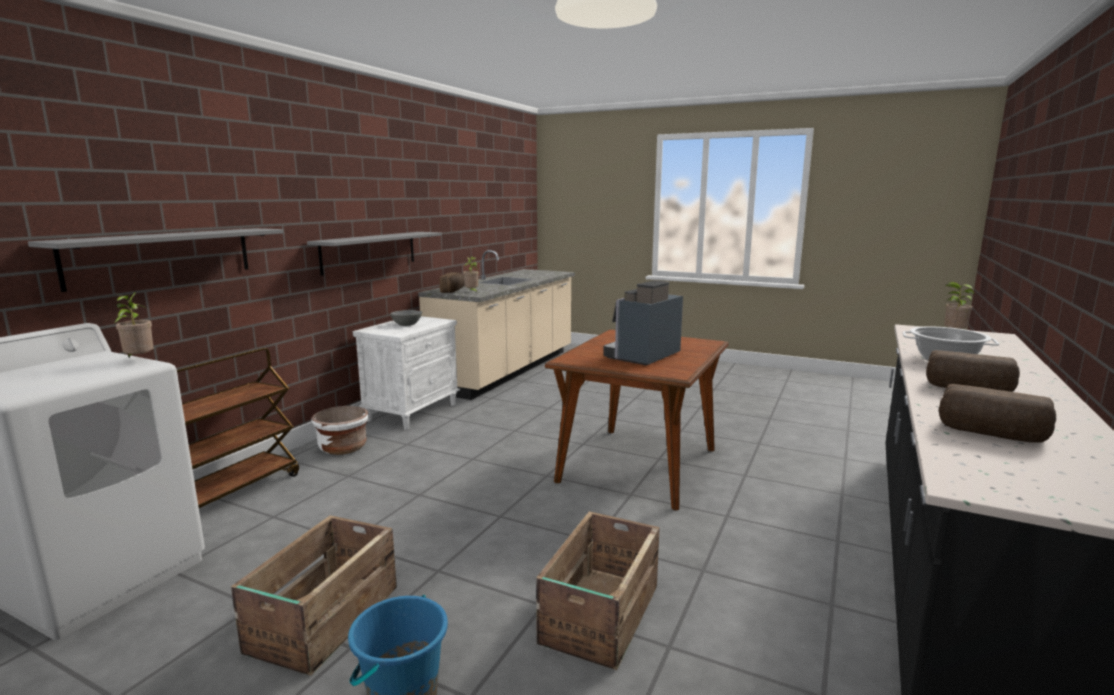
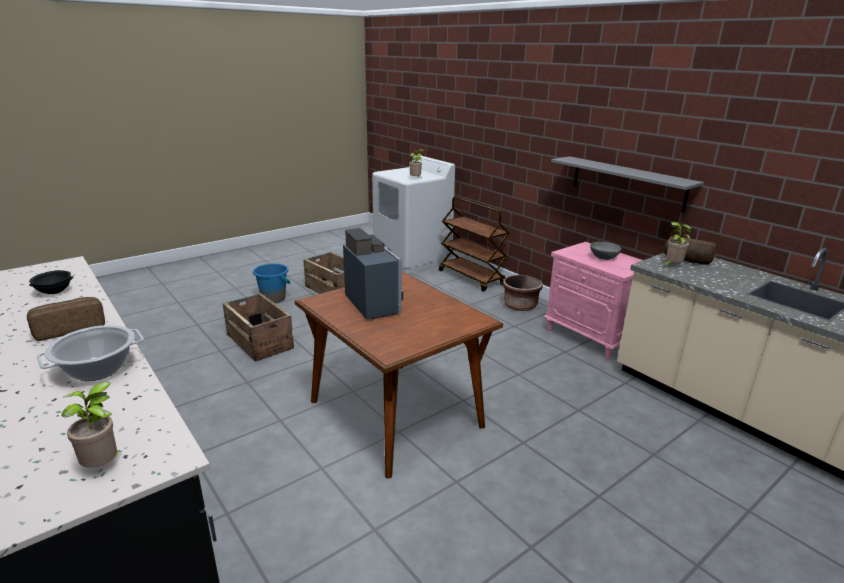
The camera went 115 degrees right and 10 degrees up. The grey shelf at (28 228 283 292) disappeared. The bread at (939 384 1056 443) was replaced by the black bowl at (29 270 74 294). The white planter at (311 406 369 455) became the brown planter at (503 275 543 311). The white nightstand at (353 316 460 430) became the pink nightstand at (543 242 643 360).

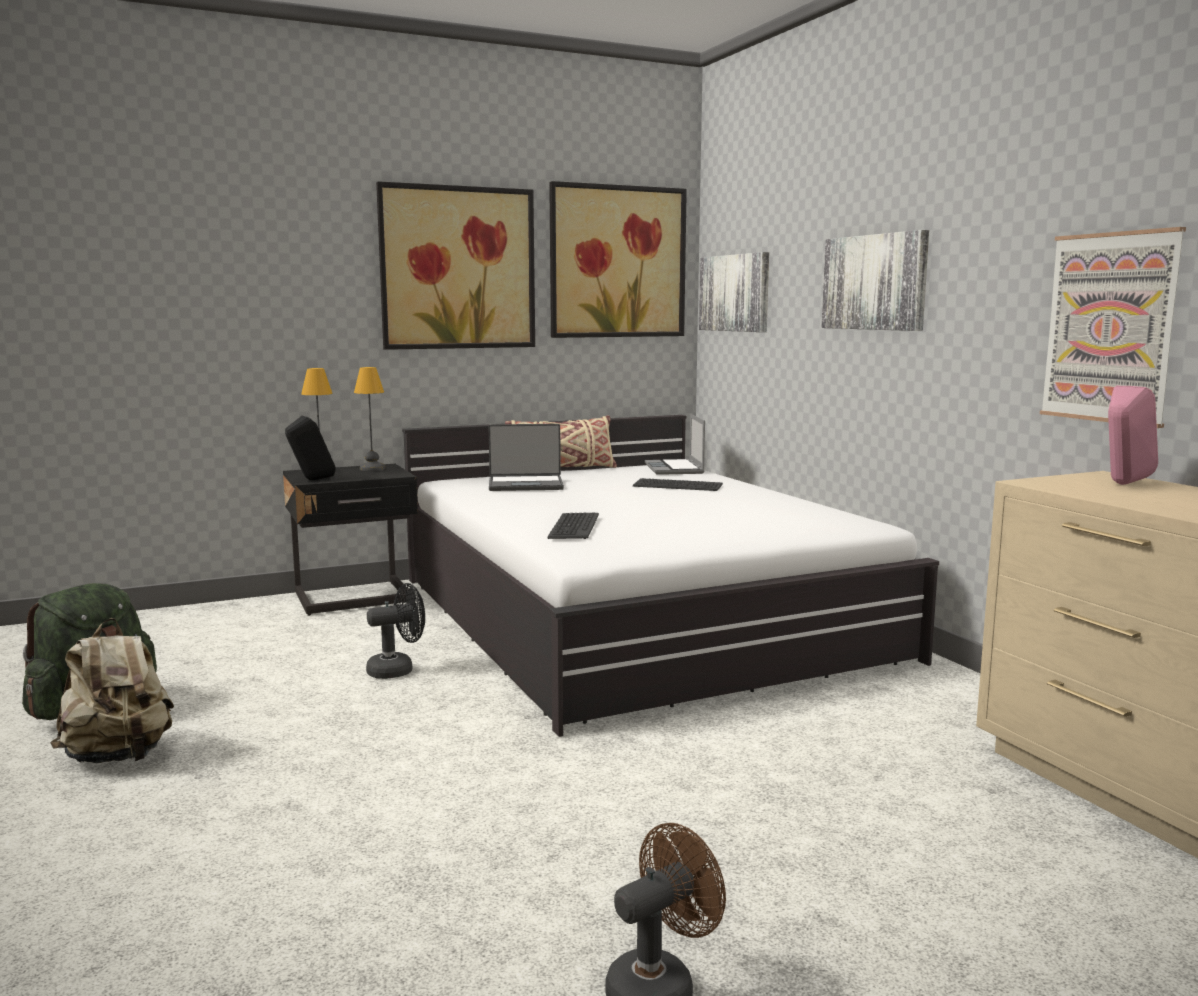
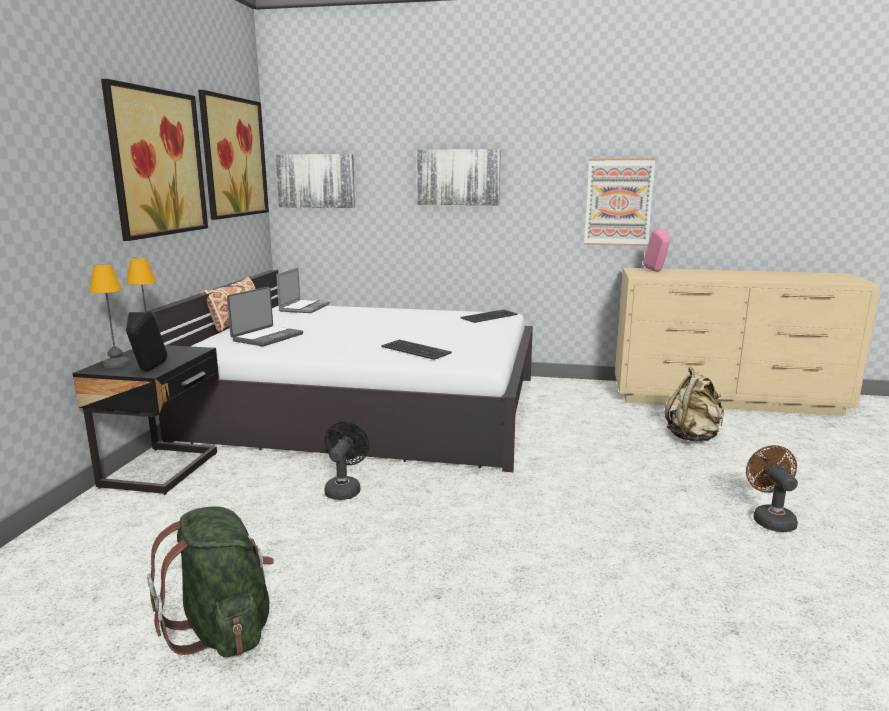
The camera went 55 degrees left and 5 degrees up. The beige backpack moved from (50 618 174 763) to (665 367 724 442). The keyboard moved from (633 478 723 491) to (461 309 518 323). The laptop at (645 413 705 475) turned 105 degrees counterclockwise.

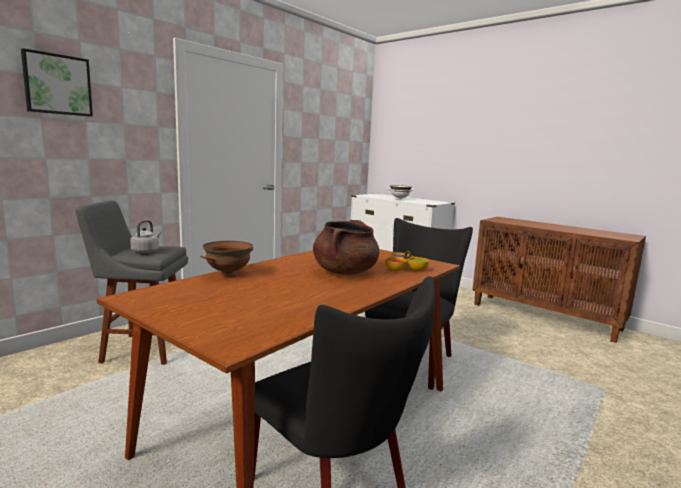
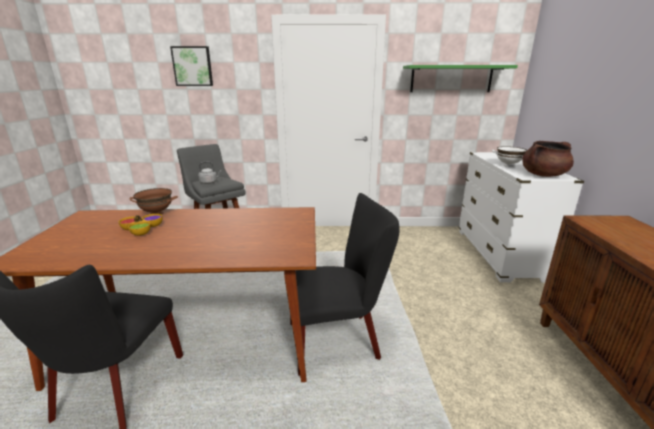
The camera went 50 degrees right and 10 degrees up. The green shelf at (403 65 518 92) appeared. The brown cooking pot moved from (313 220 379 275) to (522 141 574 177). The bowl moved from (385 251 429 271) to (119 214 162 236).

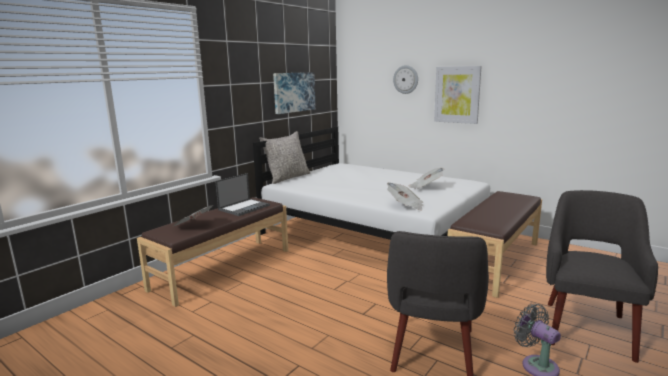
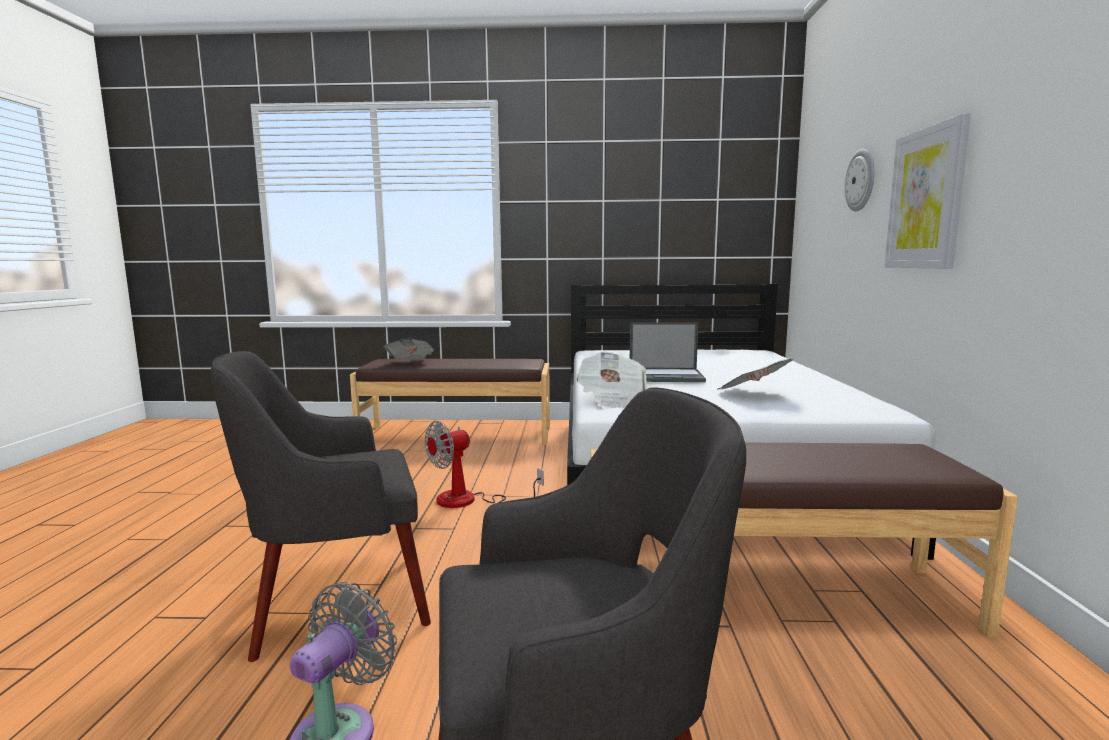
The camera went 55 degrees right and 5 degrees down. The grey pillow at (259 131 310 184) disappeared. The picture at (273 72 315 114) disappeared. The fan at (425 421 544 508) appeared. The laptop moved from (215 173 270 216) to (630 322 706 382).

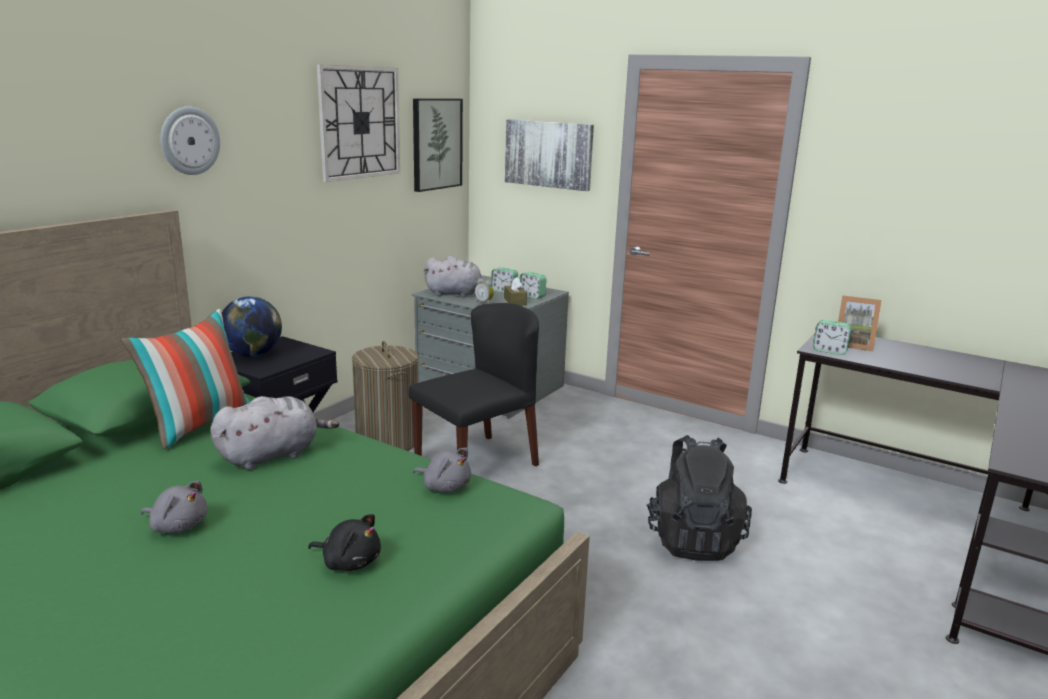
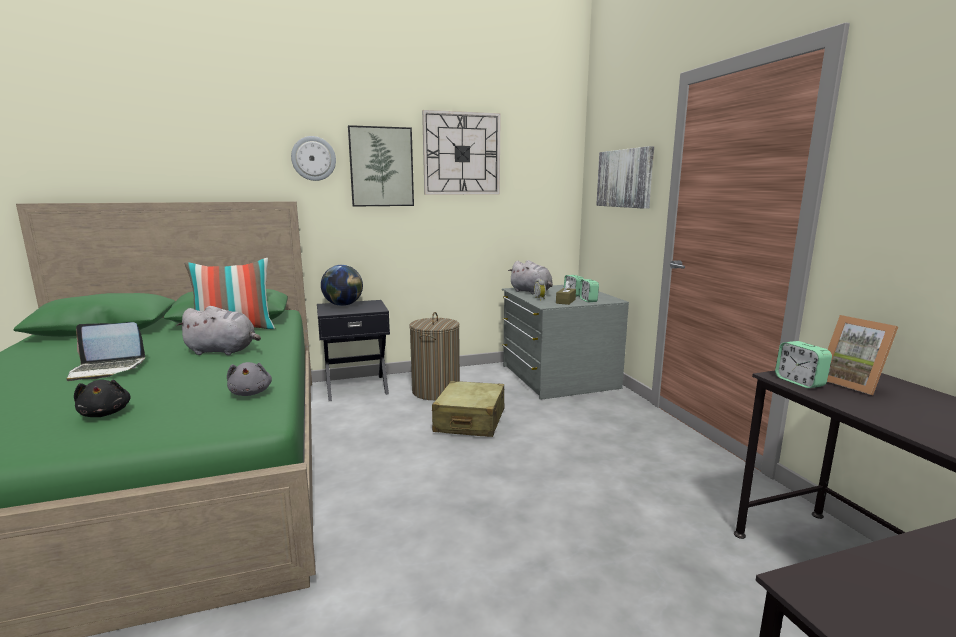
The camera went 40 degrees right and 5 degrees down. The black backpack at (647 435 752 561) disappeared. The picture moved from (413 99 463 192) to (348 125 414 207). The grey plush toy at (141 480 207 533) was replaced by the laptop at (66 322 145 381). The black chair at (408 303 539 467) was replaced by the beige suitcase at (432 381 505 437).

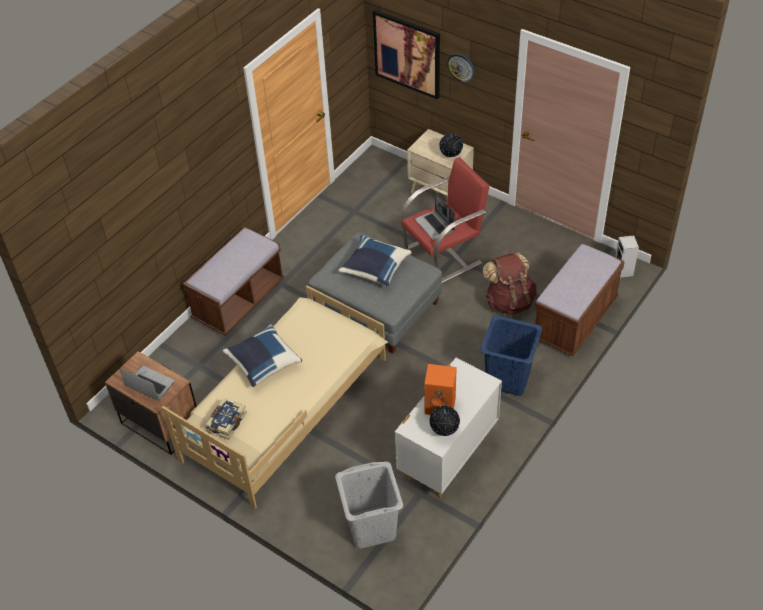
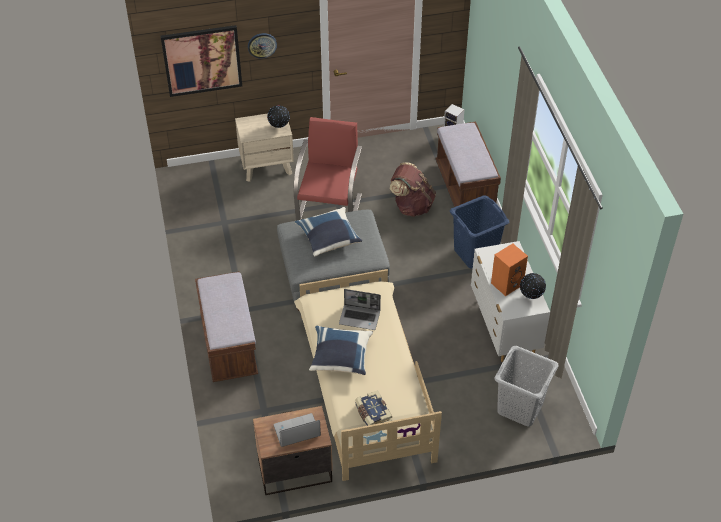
The camera went 50 degrees left and 0 degrees up. The laptop moved from (415 193 455 240) to (339 289 381 330).

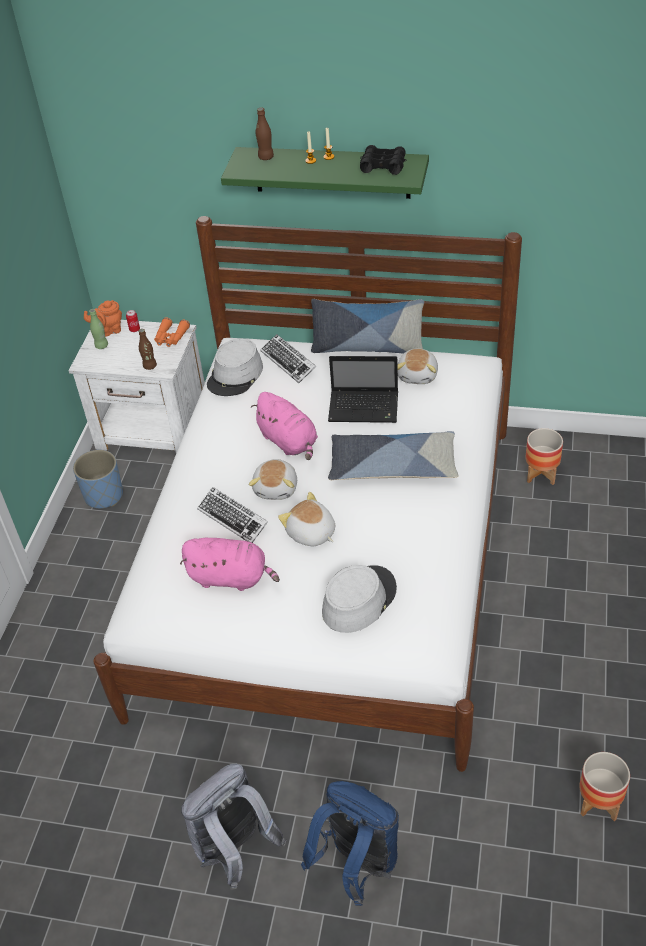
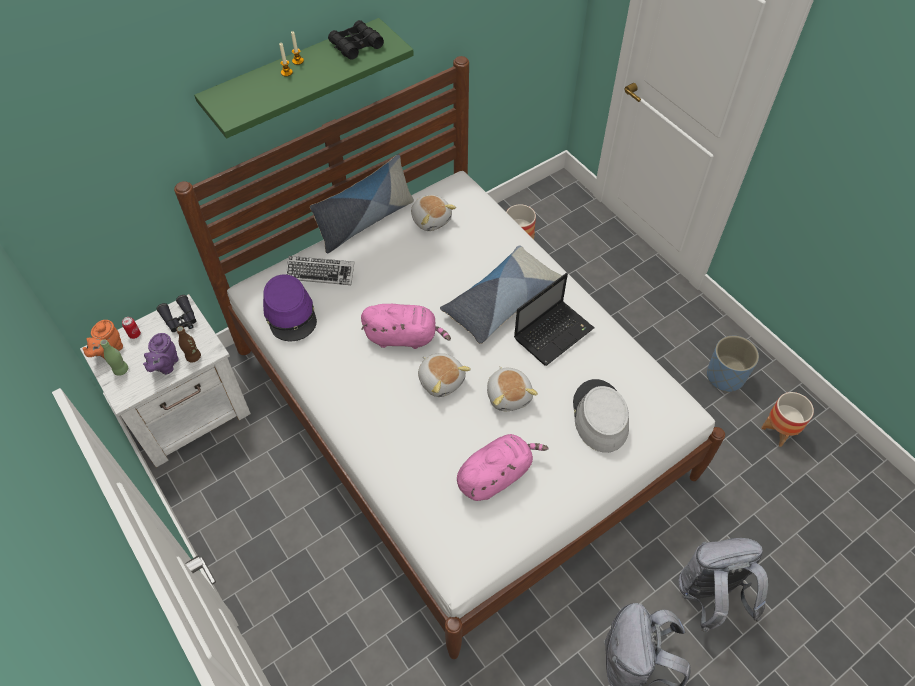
The camera went 50 degrees left and 10 degrees up. The keyboard at (197 487 268 543) disappeared. The brown bottle at (256 107 274 160) disappeared. The purple teapot at (143 333 179 375) appeared. The blue planter moved from (73 450 123 508) to (707 336 759 392). The laptop moved from (328 356 398 423) to (514 273 594 366). The orange binoculars at (154 317 190 347) became the black binoculars at (157 295 196 332). The grey hat at (207 338 263 396) became the purple hat at (263 274 317 341). The blue backpack at (301 781 399 906) became the grey backpack at (679 538 768 632). The plush toy at (278 492 335 546) turned 105 degrees counterclockwise.

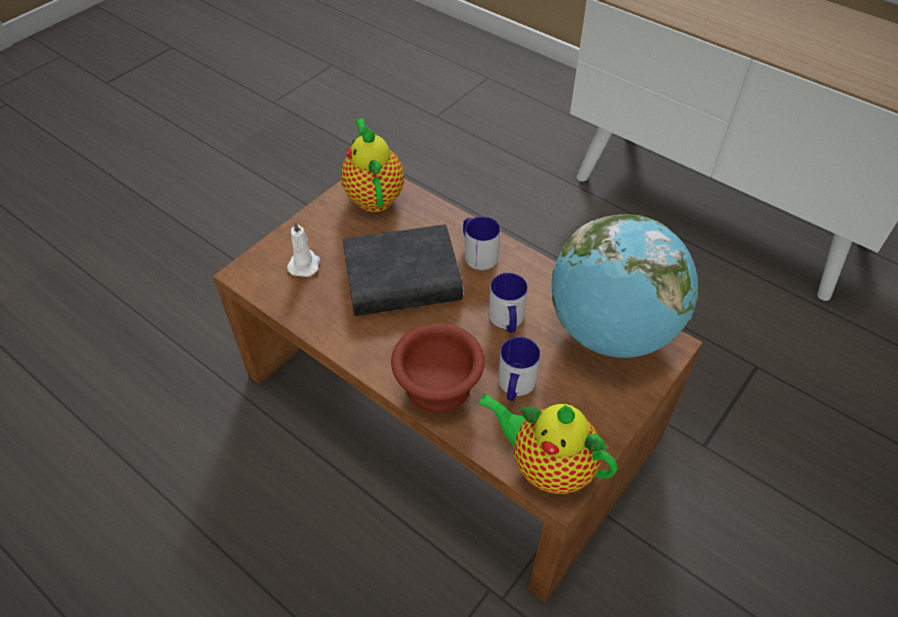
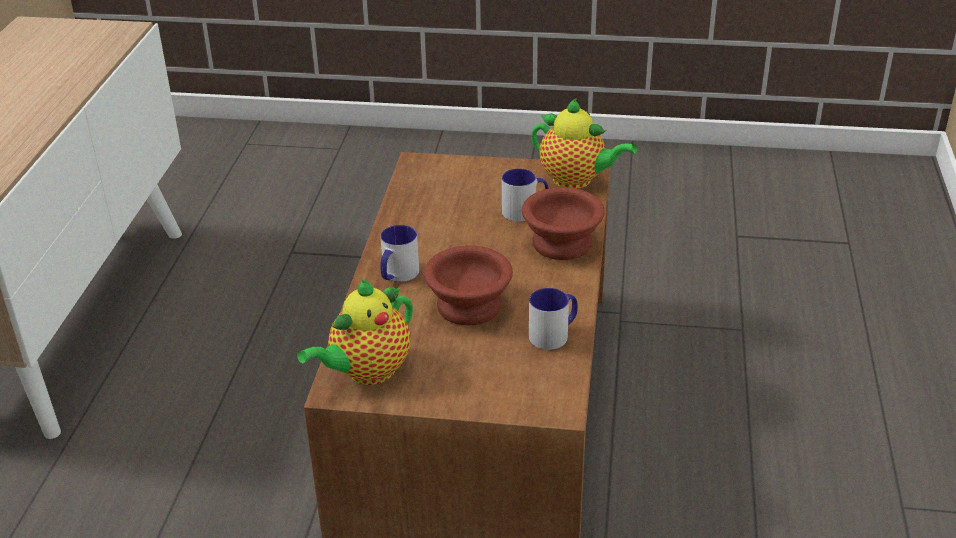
The camera went 120 degrees left and 15 degrees down. The white candle at (287 221 320 277) disappeared. The globe at (552 214 698 358) disappeared. The mug moved from (489 273 528 333) to (529 288 578 350). The black book at (342 224 463 316) was replaced by the brown bowl at (424 245 513 325). The teapot at (478 393 618 494) turned 60 degrees counterclockwise.

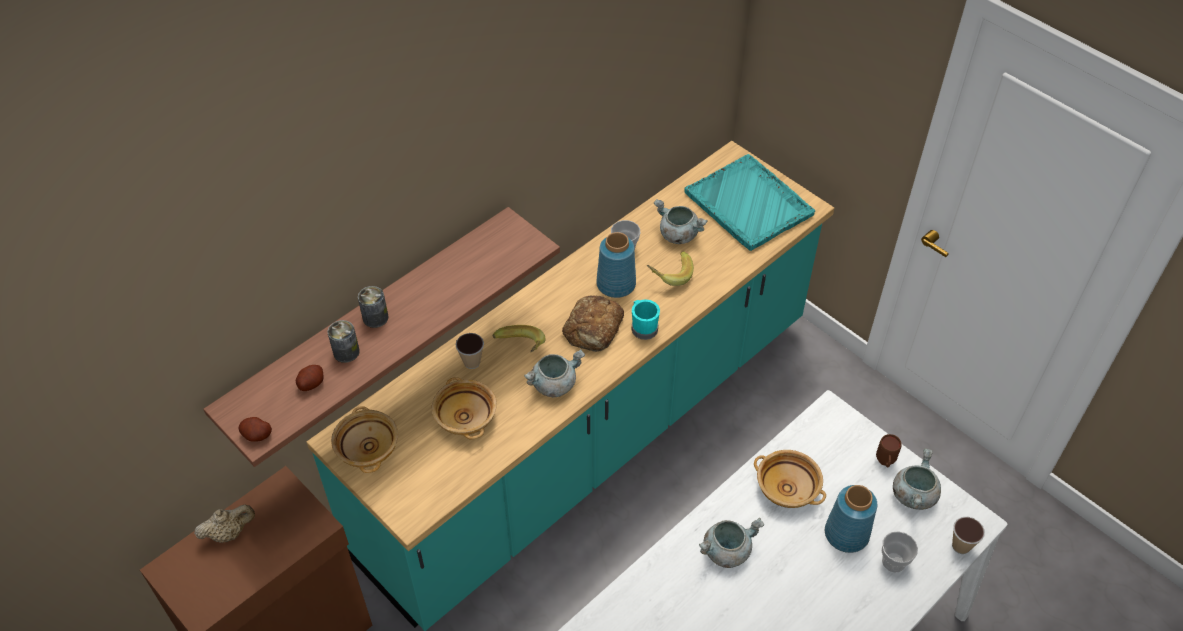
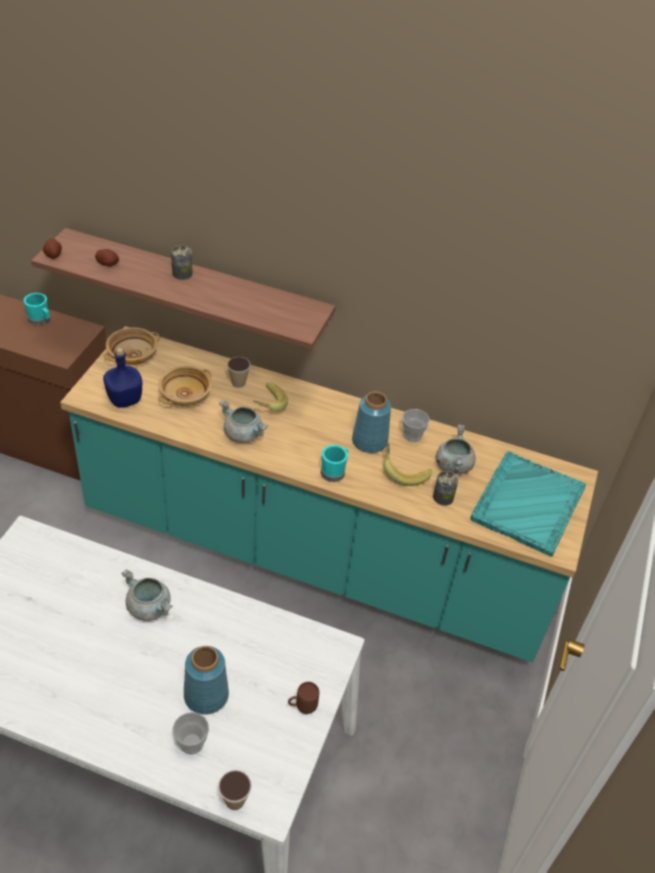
The camera went 60 degrees right and 5 degrees down. The bread at (562 295 624 352) disappeared. The beige bowl at (754 450 826 508) disappeared. The grey cooking pot at (893 448 941 510) disappeared. The blue bottle at (103 348 142 408) appeared. The can moved from (328 320 360 363) to (433 471 459 506). The beige teapot at (194 504 255 543) was replaced by the turquoise mug at (24 293 50 326).

